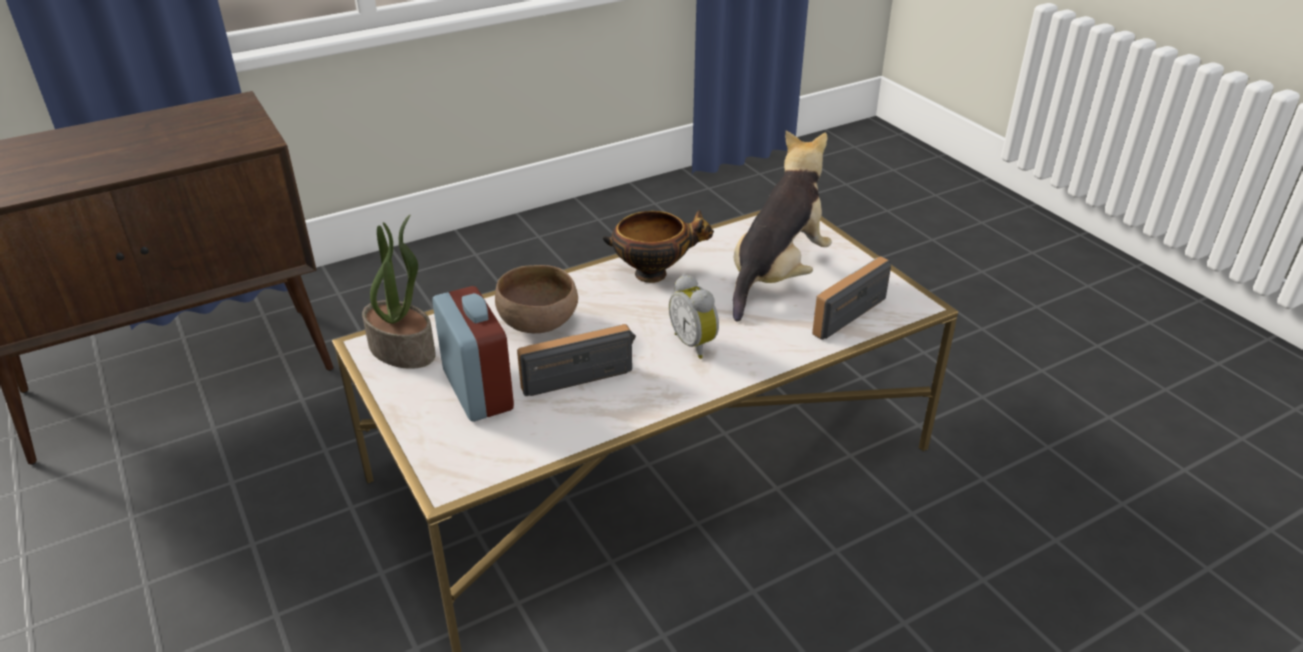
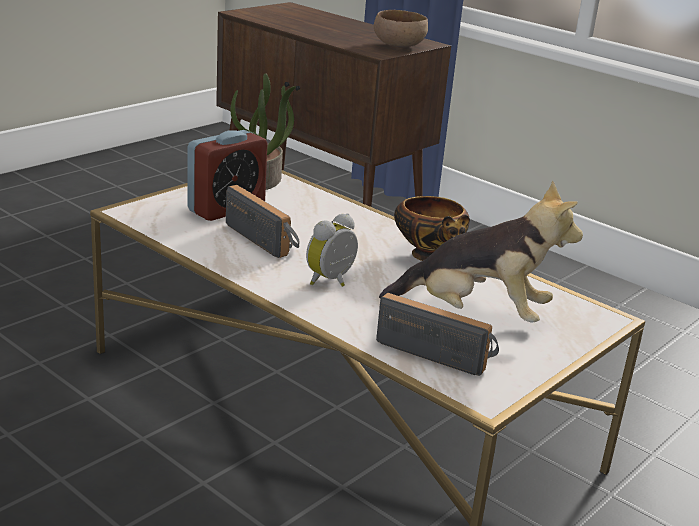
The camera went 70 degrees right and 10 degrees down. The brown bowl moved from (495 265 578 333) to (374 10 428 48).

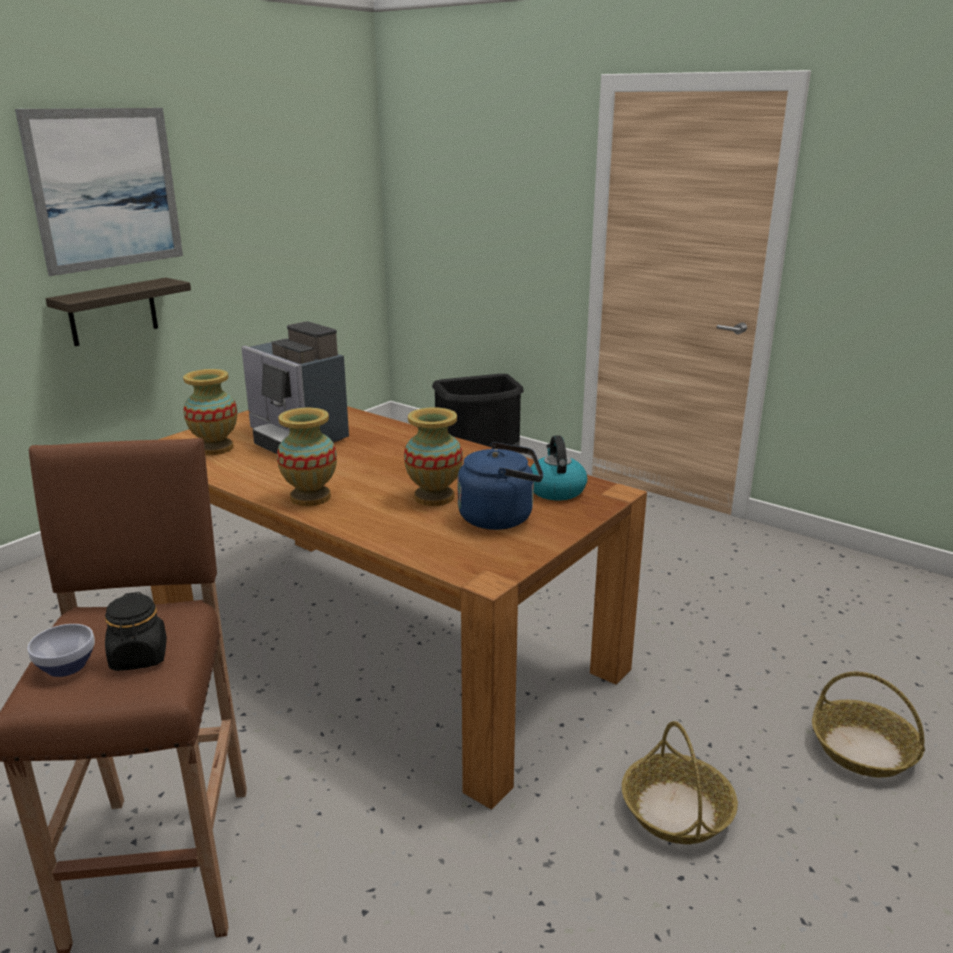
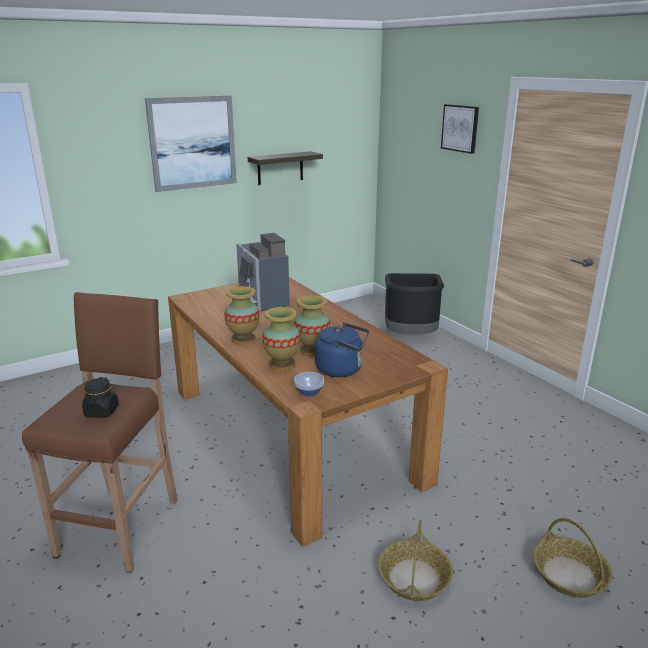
The camera went 20 degrees right and 0 degrees up. The kettle at (530 435 587 500) disappeared. The picture at (441 104 479 154) appeared. The bowl moved from (27 624 95 677) to (294 372 324 397). The shelf moved from (46 278 191 346) to (248 151 323 185). The vase moved from (183 369 237 455) to (263 307 301 371).

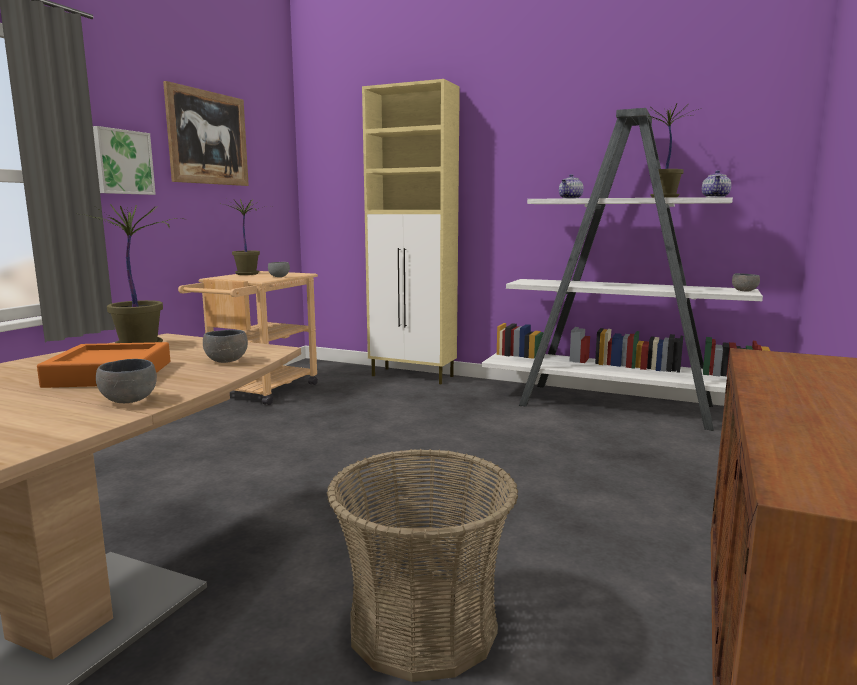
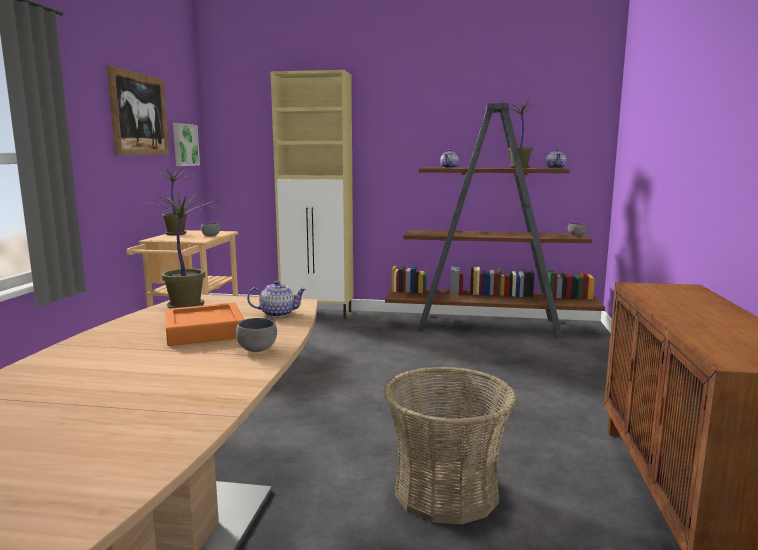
The camera went 15 degrees left and 0 degrees up. The picture moved from (93 126 156 195) to (173 123 200 166). The grey bowl at (203 330 248 363) was replaced by the teapot at (247 280 306 317). The white bookcase at (482 108 770 431) became the brown bookcase at (385 103 605 338).

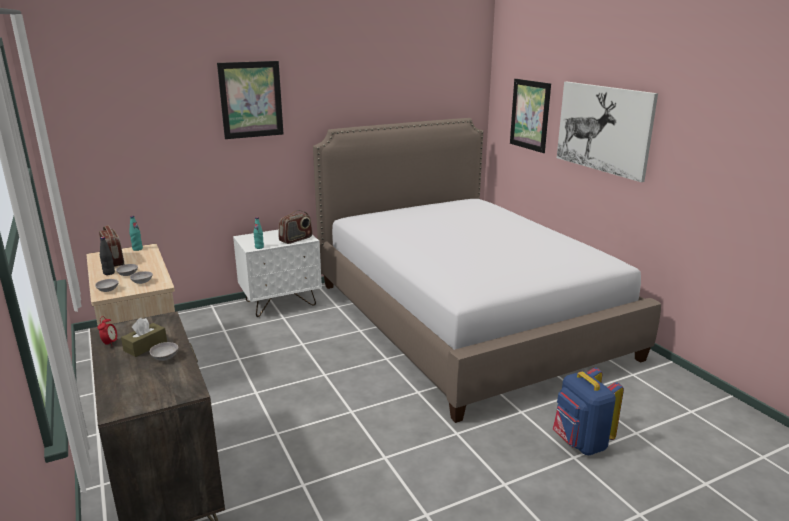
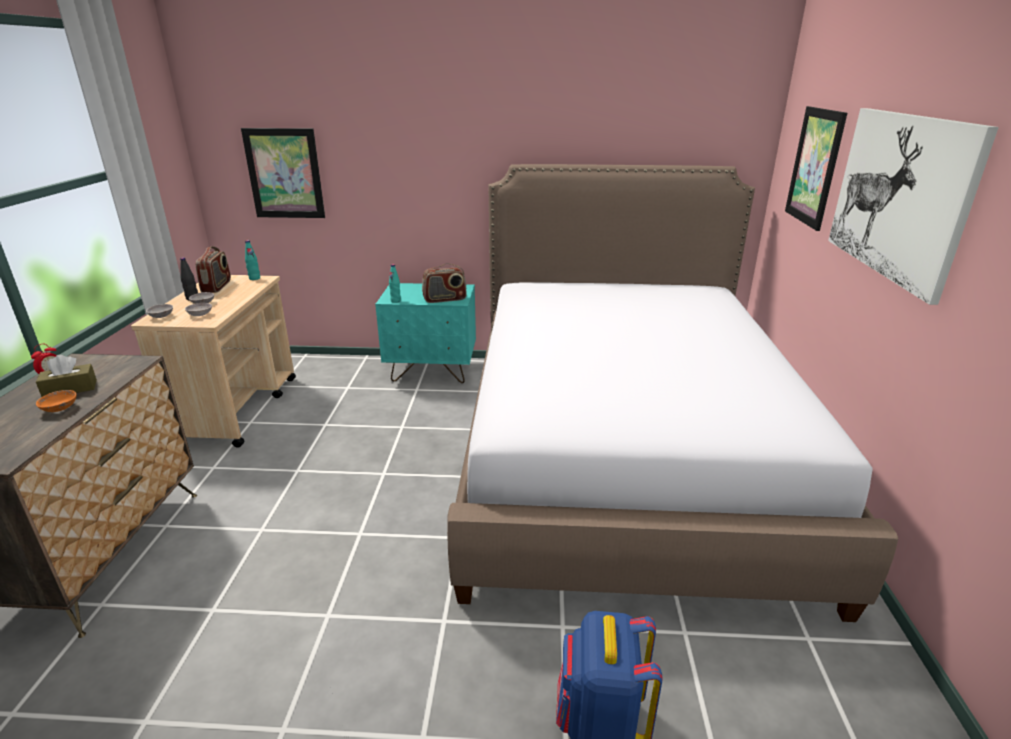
The camera went 30 degrees right and 5 degrees up. The picture moved from (217 61 284 139) to (241 128 325 218). The grey bowl at (150 342 178 361) became the orange bowl at (36 390 77 412). The white nightstand at (233 229 322 317) became the turquoise nightstand at (375 283 476 383).

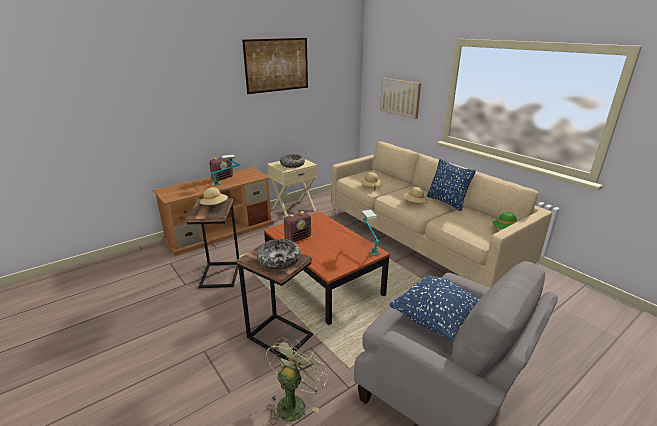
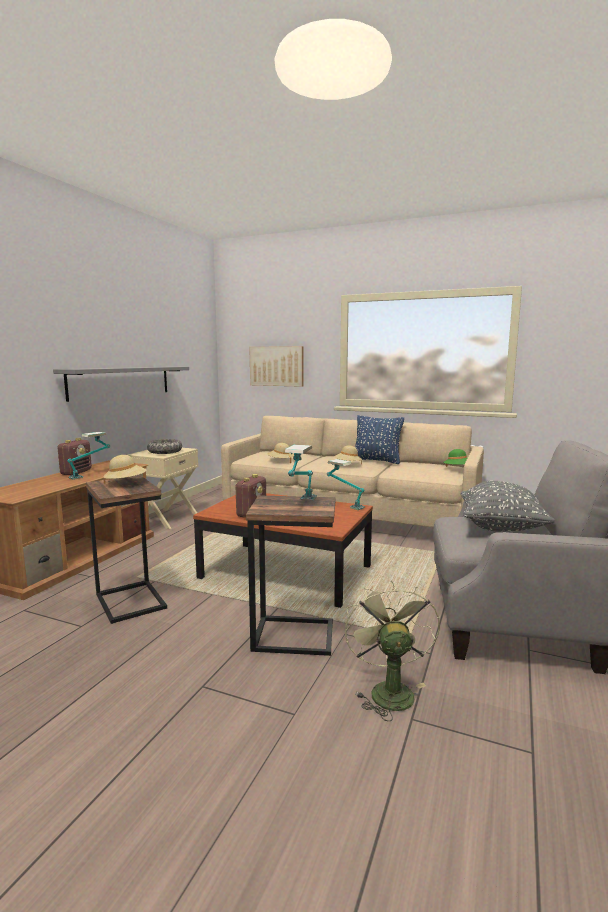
The camera went 30 degrees left and 15 degrees down. The picture at (242 38 308 94) disappeared. The grey shelf at (53 366 189 402) appeared. The bowl at (257 239 301 270) was replaced by the table lamp at (285 445 317 501). The blue pillow at (389 275 480 340) became the grey pillow at (461 481 555 532).

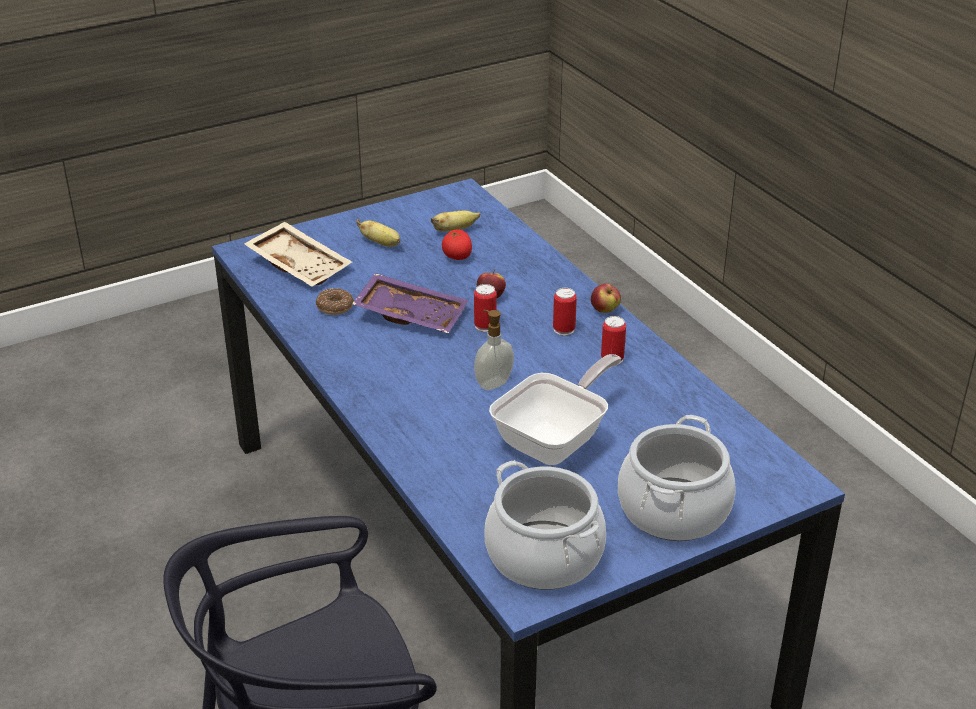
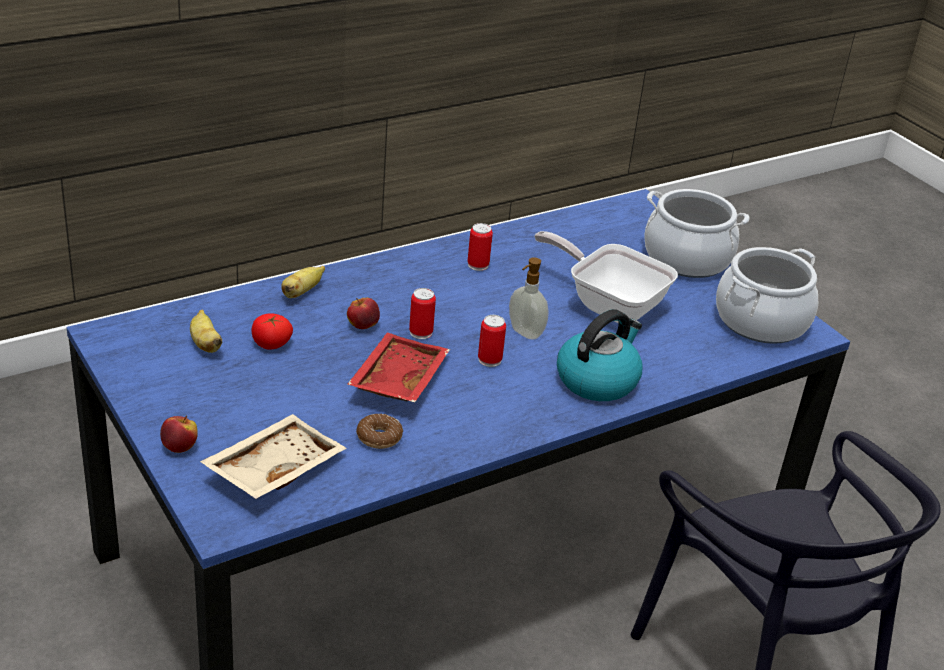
The camera went 95 degrees left and 0 degrees up. The kettle at (557 309 643 401) appeared. The banana moved from (356 219 400 247) to (281 266 325 298). The can moved from (553 288 577 336) to (478 315 506 367). The apple moved from (591 283 621 313) to (160 416 198 453). The purple tray at (352 273 469 333) became the red tray at (347 332 450 402).

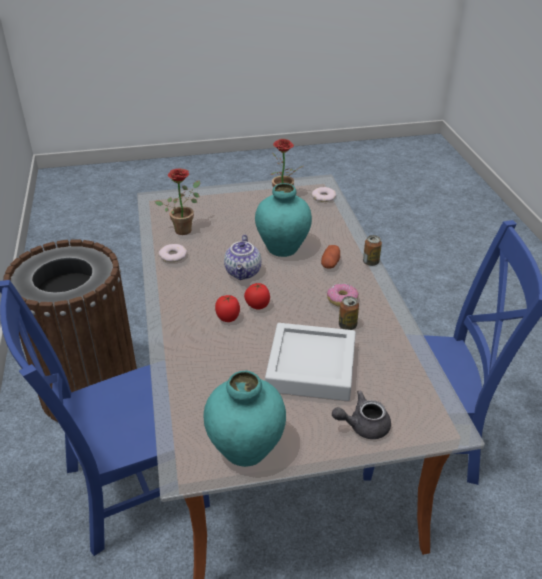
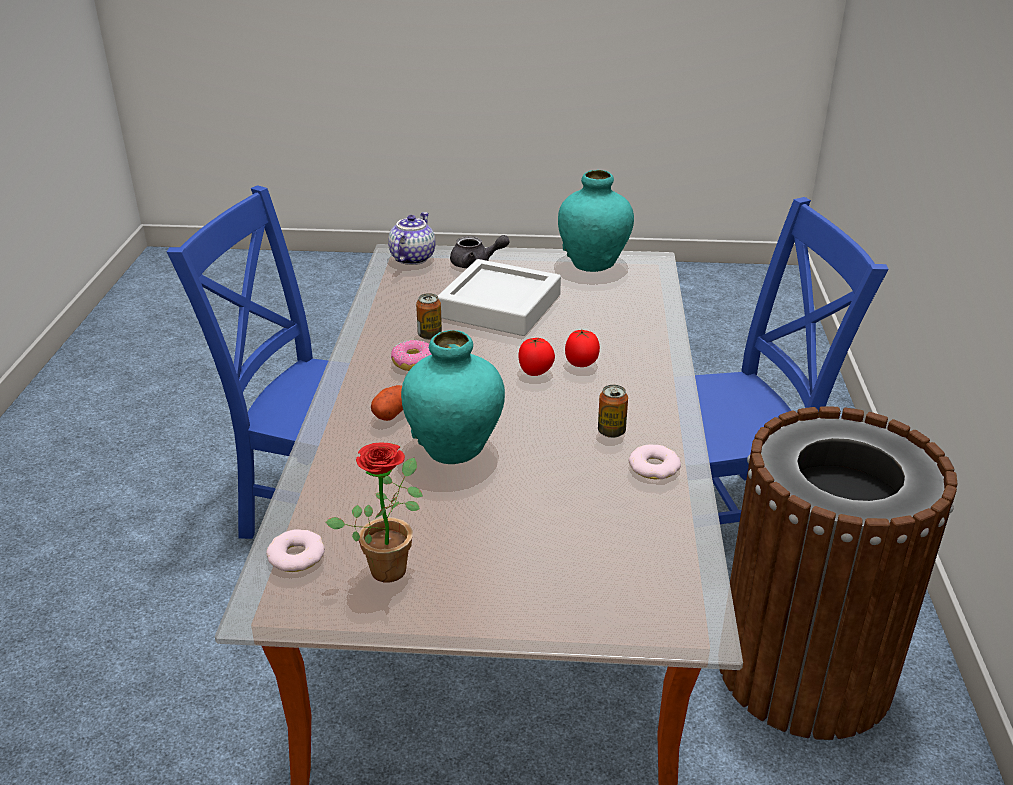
The camera went 165 degrees left and 5 degrees down. The potted plant at (155 169 200 235) disappeared. The teapot moved from (224 234 261 280) to (388 212 436 265). The can moved from (363 235 382 266) to (598 385 628 438).

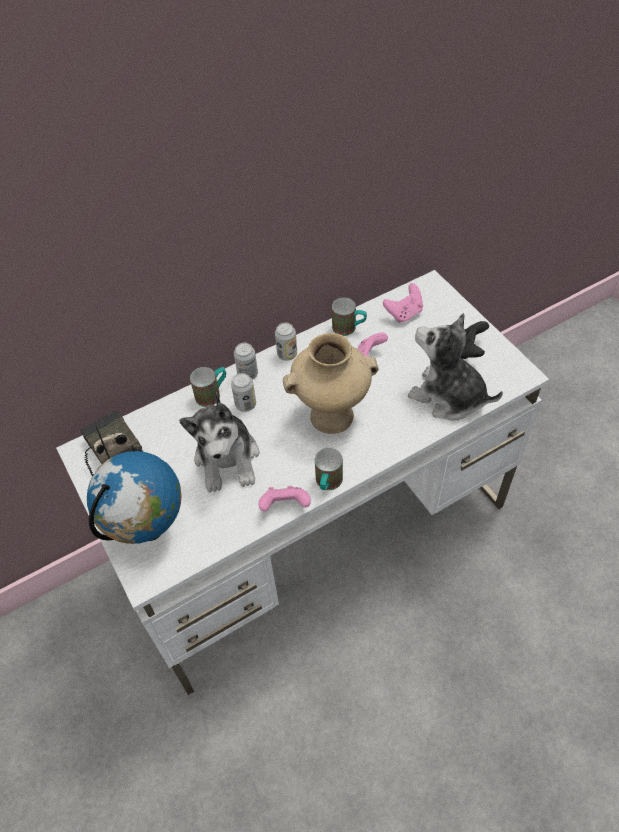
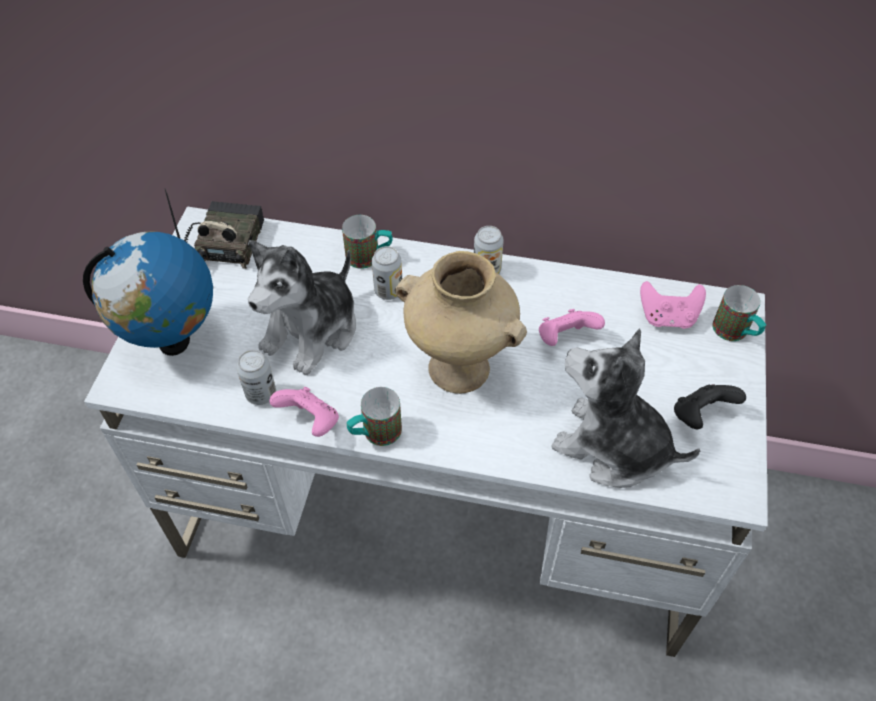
The camera went 40 degrees right and 0 degrees up. The can moved from (234 343 258 380) to (236 350 276 405). The mug moved from (332 298 367 336) to (712 285 766 341). The plush toy at (408 313 503 420) turned 45 degrees counterclockwise.

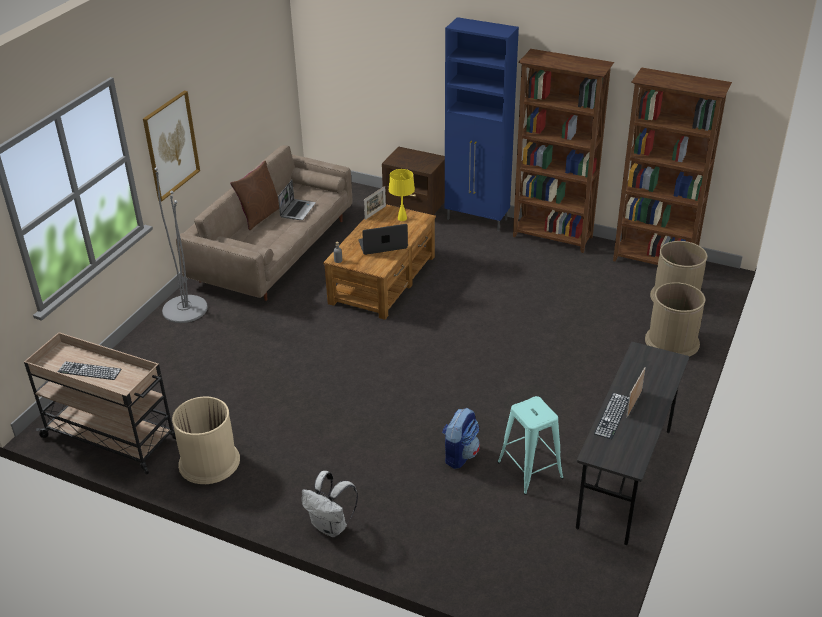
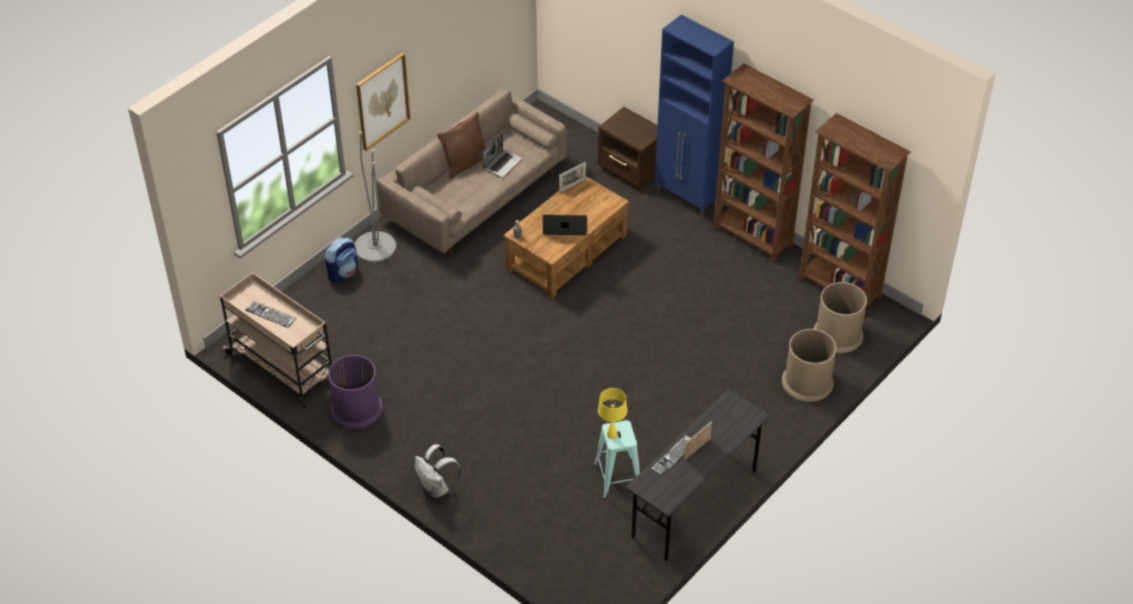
The camera went 15 degrees right and 10 degrees up. The yellow table lamp moved from (389 169 415 221) to (598 388 627 439). The backpack moved from (442 408 480 469) to (325 237 358 283). The beige trash can at (172 397 240 484) became the purple trash can at (328 355 383 428).

